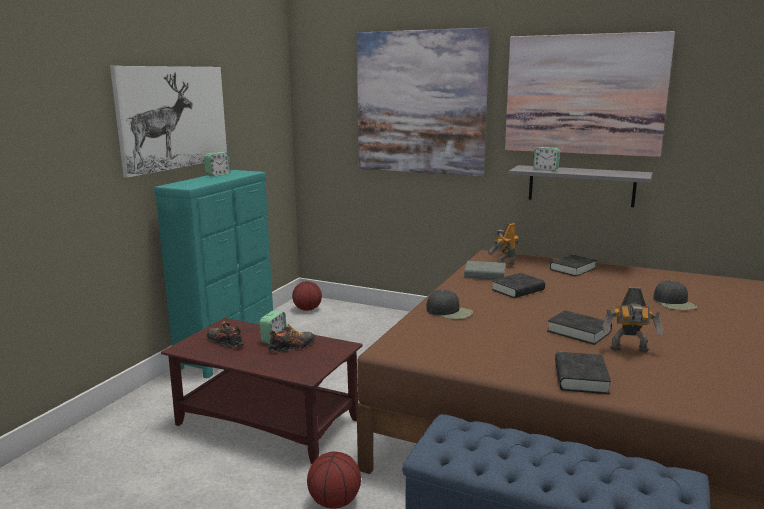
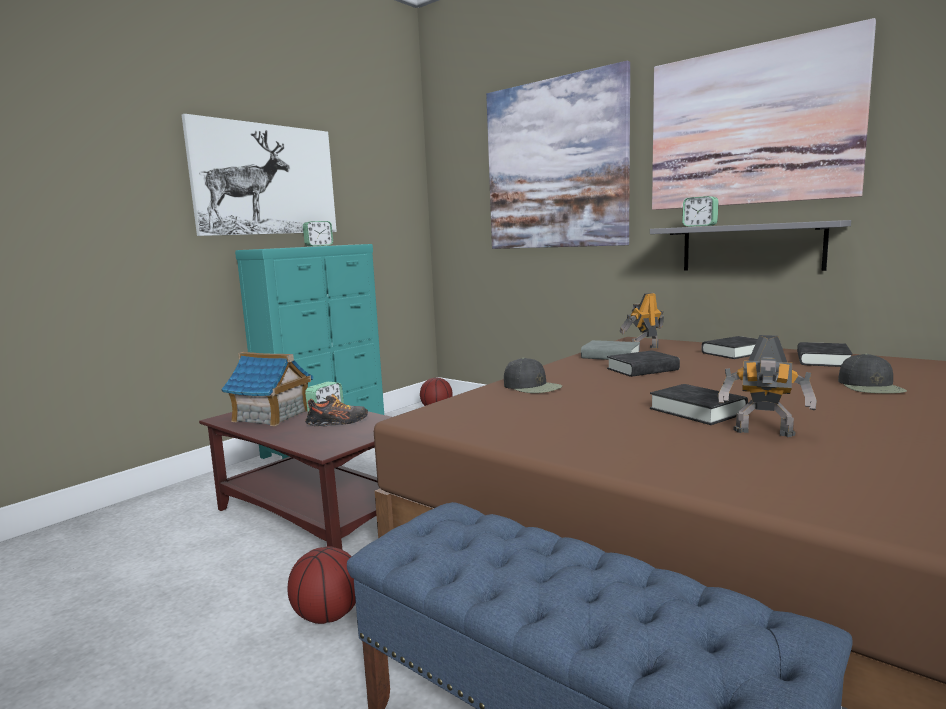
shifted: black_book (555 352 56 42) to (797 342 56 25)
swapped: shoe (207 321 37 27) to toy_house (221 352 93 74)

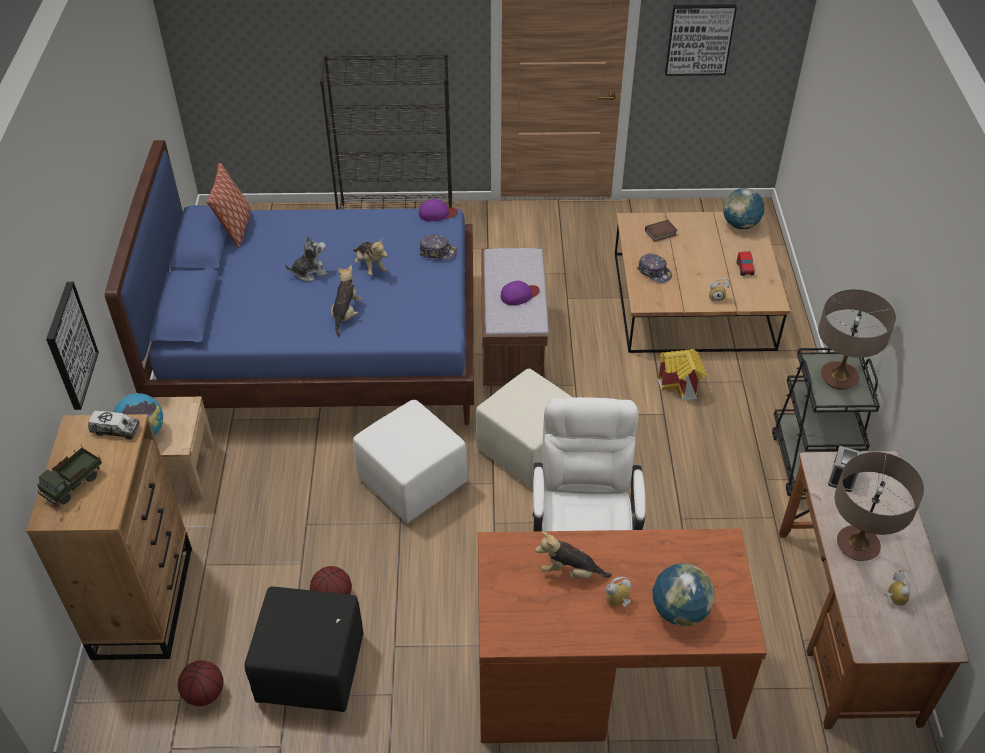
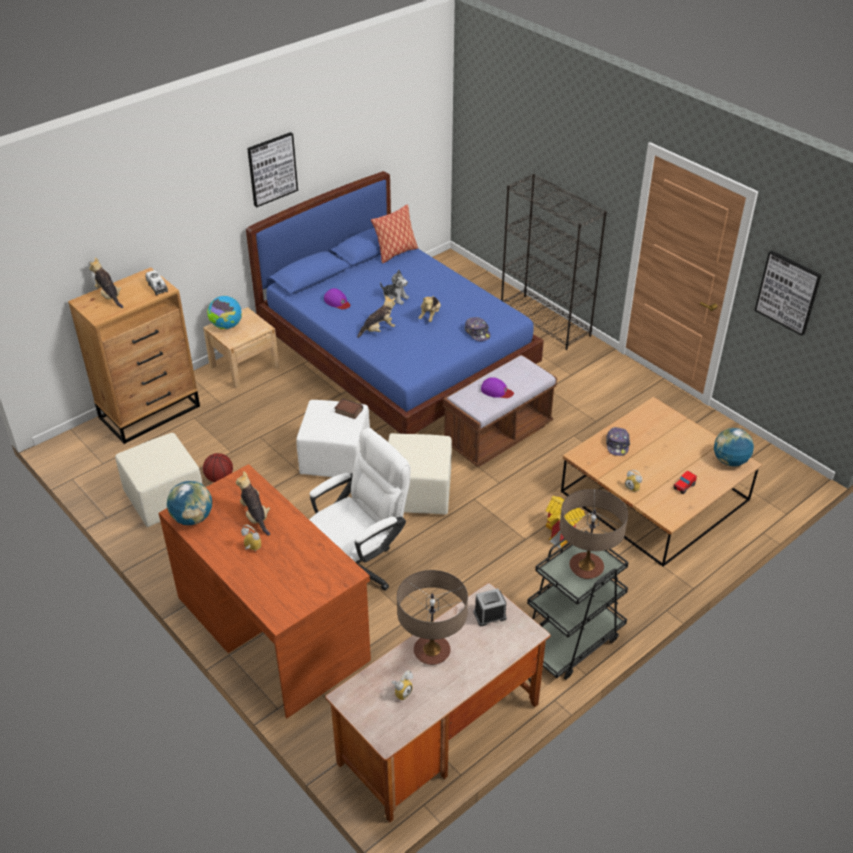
gone: basketball (178 660 45 46)
shifted: globe (652 563 63 63) to (167 481 45 44); picture (46 282 53 128) to (247 132 51 75); purple_cap (419 199 39 22) to (324 288 27 21); book (645 220 32 22) to (335 398 28 21)
swapped: toy_truck (37 445 65 59) to plush_toy (89 257 34 51)
repainted: black_ottoman (244 586 120 126) to beige_ottoman (115 433 88 94)

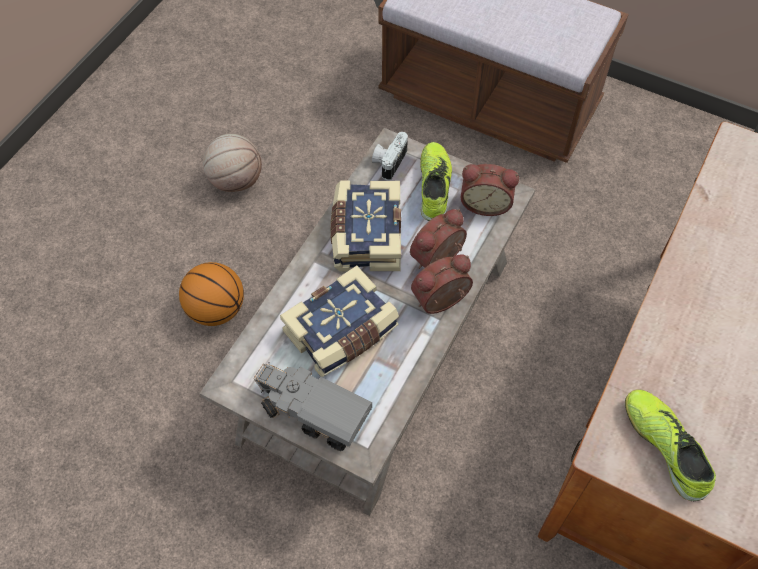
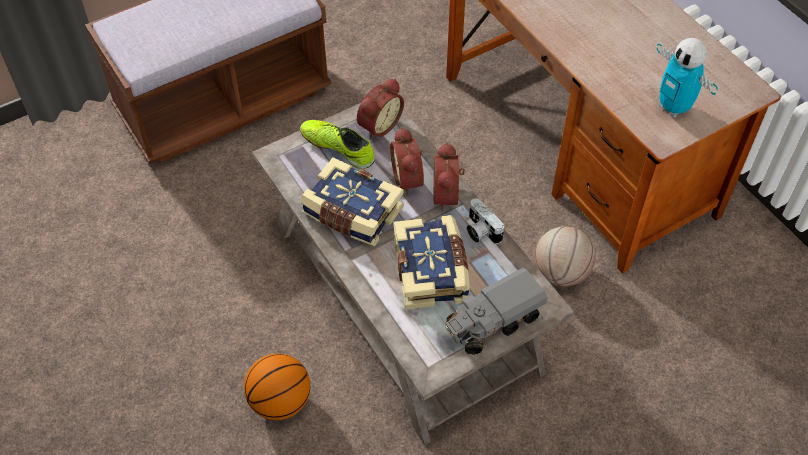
shifted: photo_camera (372 132 36 48) to (467 198 37 46); basketball (203 134 59 58) to (534 226 62 61)
swapped: shoe (625 389 91 112) to toy_robot (657 38 61 79)

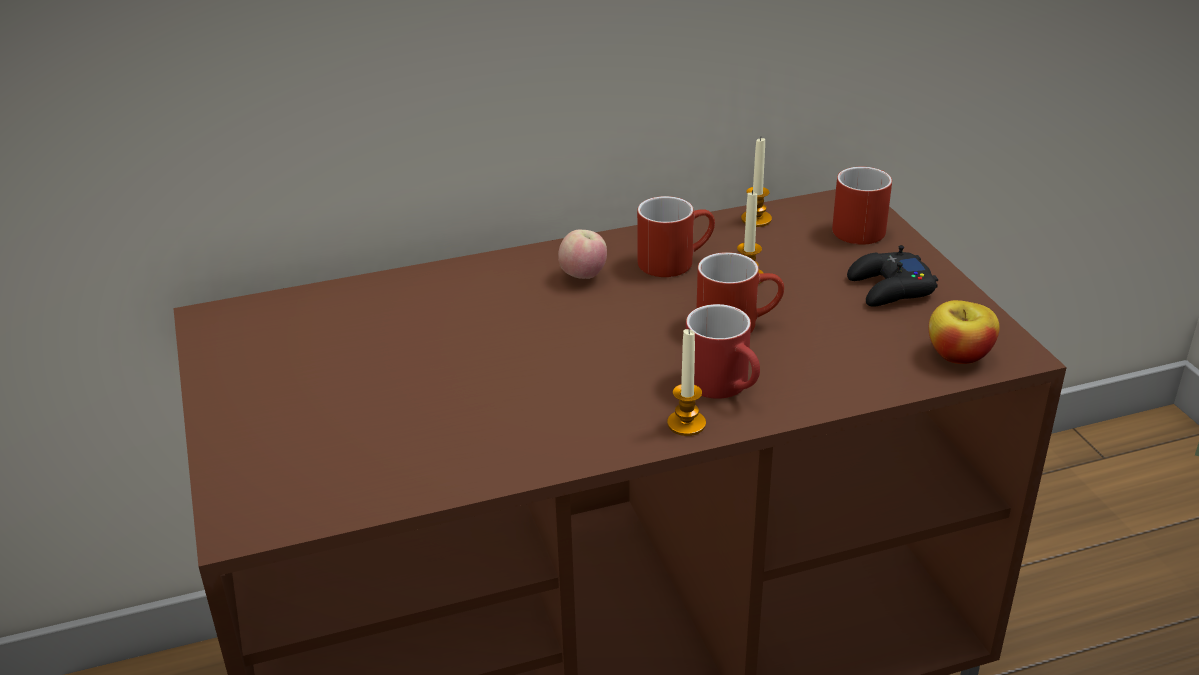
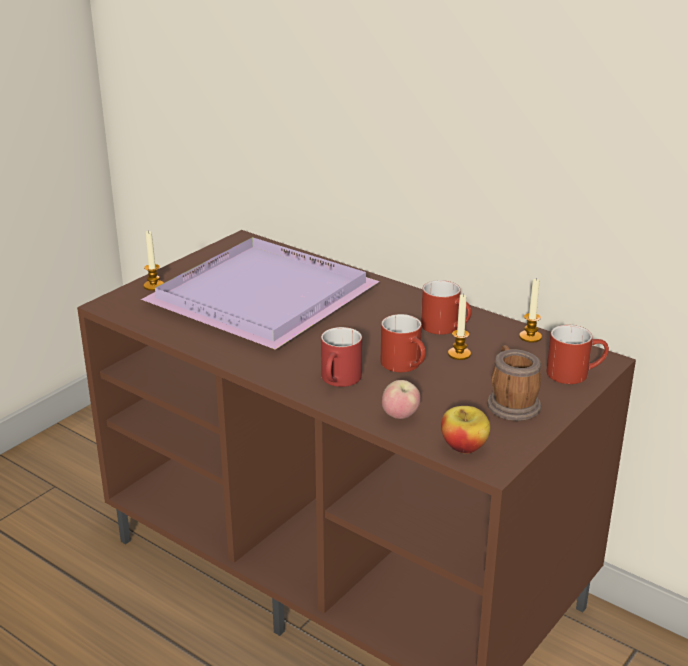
new: purple_tray (141 237 239 113)
shifted: candle (667 329 39 107) to (143 230 21 61); apple (558 230 49 49) to (382 380 39 39)
swapped: black_game_controller (847 245 91 62) to mug (487 345 54 76)

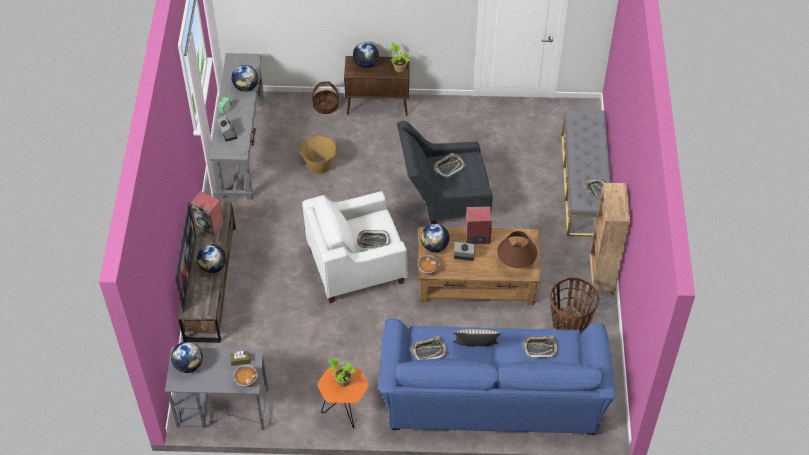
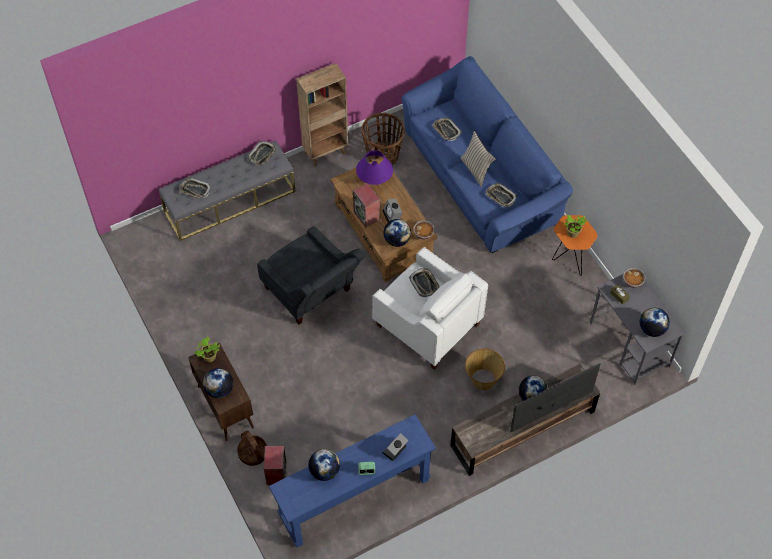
shifted: tray (434 153 32 25) to (179 178 32 21); speaker (190 191 34 44) to (264 446 23 39); basket (300 135 37 39) to (465 348 40 42)
repainted: grey_console_table (210 53 55 147) to blue_console_table (269 414 167 133); brown_table_lamp (497 231 40 37) to purple_table_lamp (356 150 37 35)

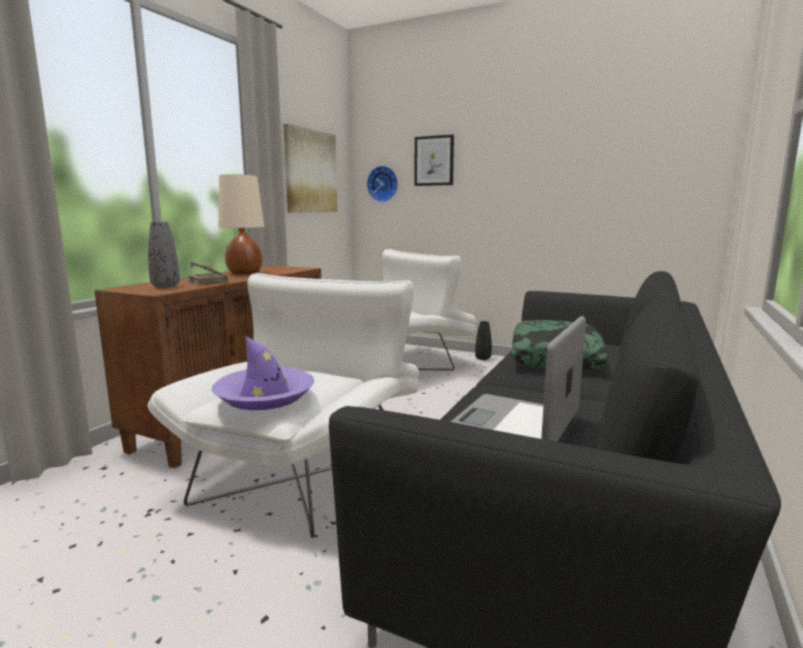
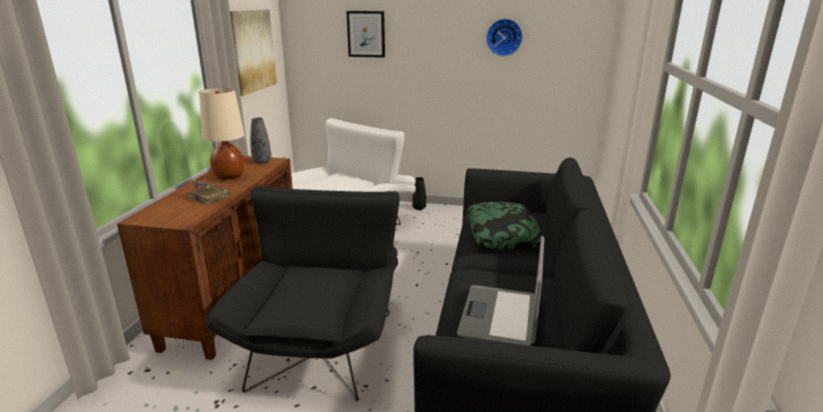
gone: purple_hat (212 336 103 74)
shifted: grey_vase (148 222 32 66) to (250 118 21 46); wall_clock (367 166 31 36) to (486 19 37 38)
repainted: white_armchair (147 273 272 265) to black_armchair (206 186 193 215)

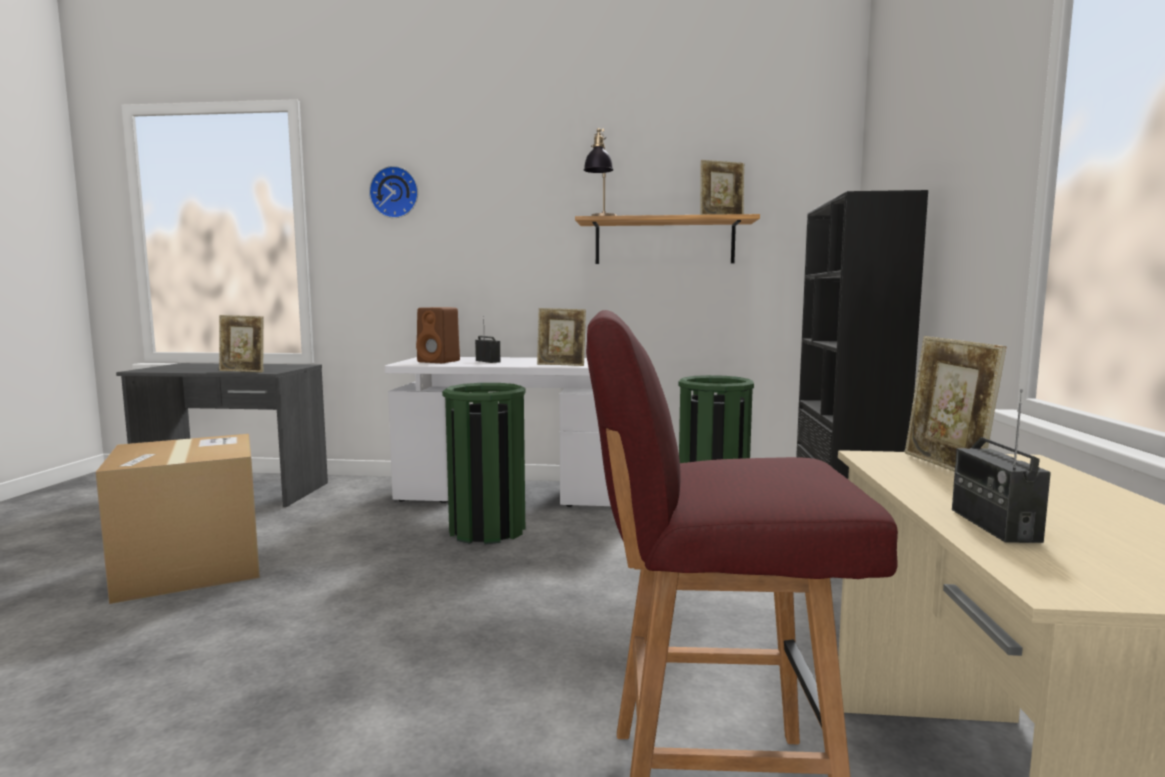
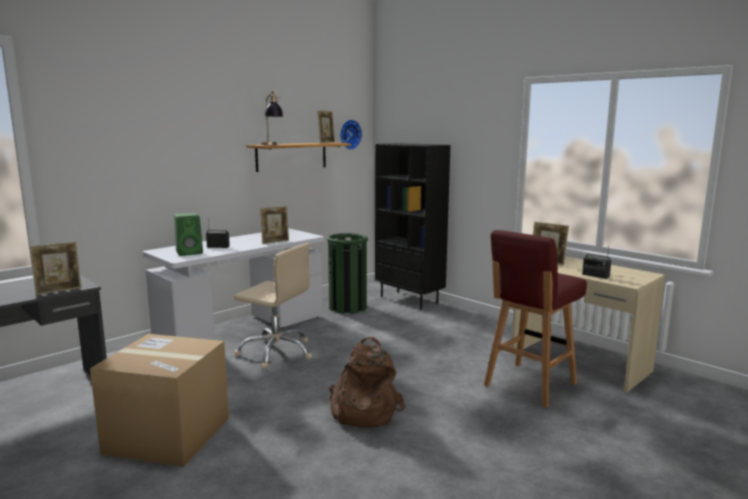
new: brown_backpack (329 337 76 91)
shifted: wall_clock (369 166 49 52) to (340 120 22 30)
swapped: green_trash_can (442 383 84 161) to beige_office_chair (234 243 78 126)
repainted: brown_speaker (416 307 44 56) to green_speaker (174 213 29 43)

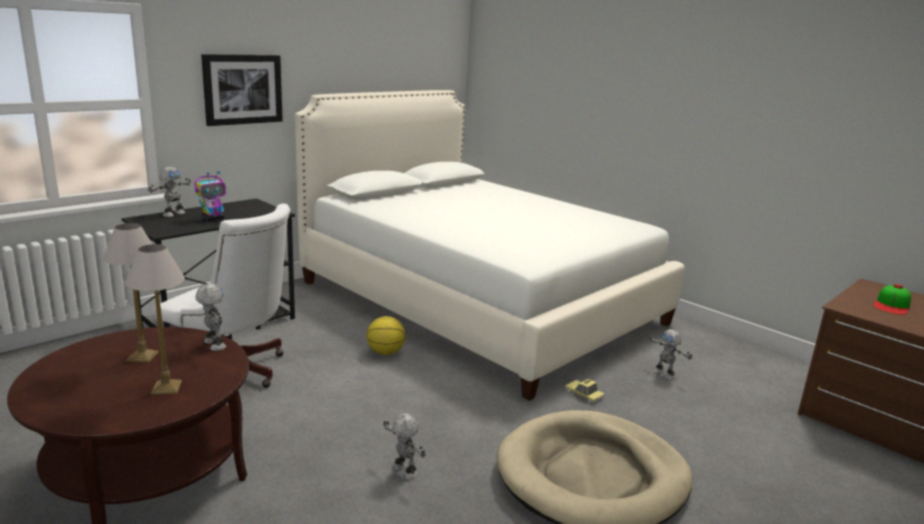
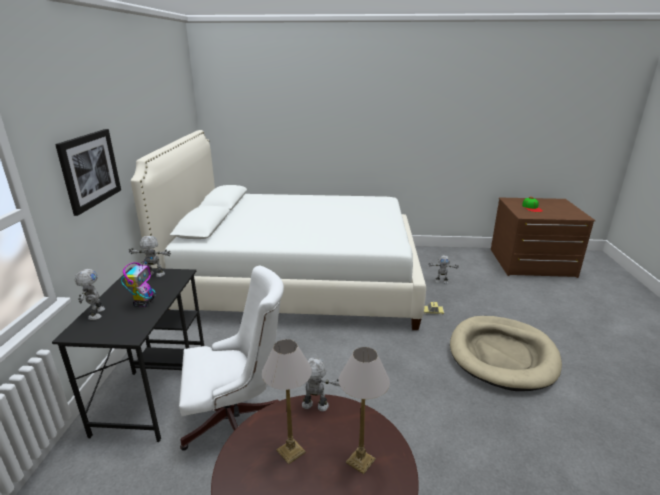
gone: basketball (367 316 38 39)
shifted: toy_robot (383 413 43 67) to (129 236 42 41)

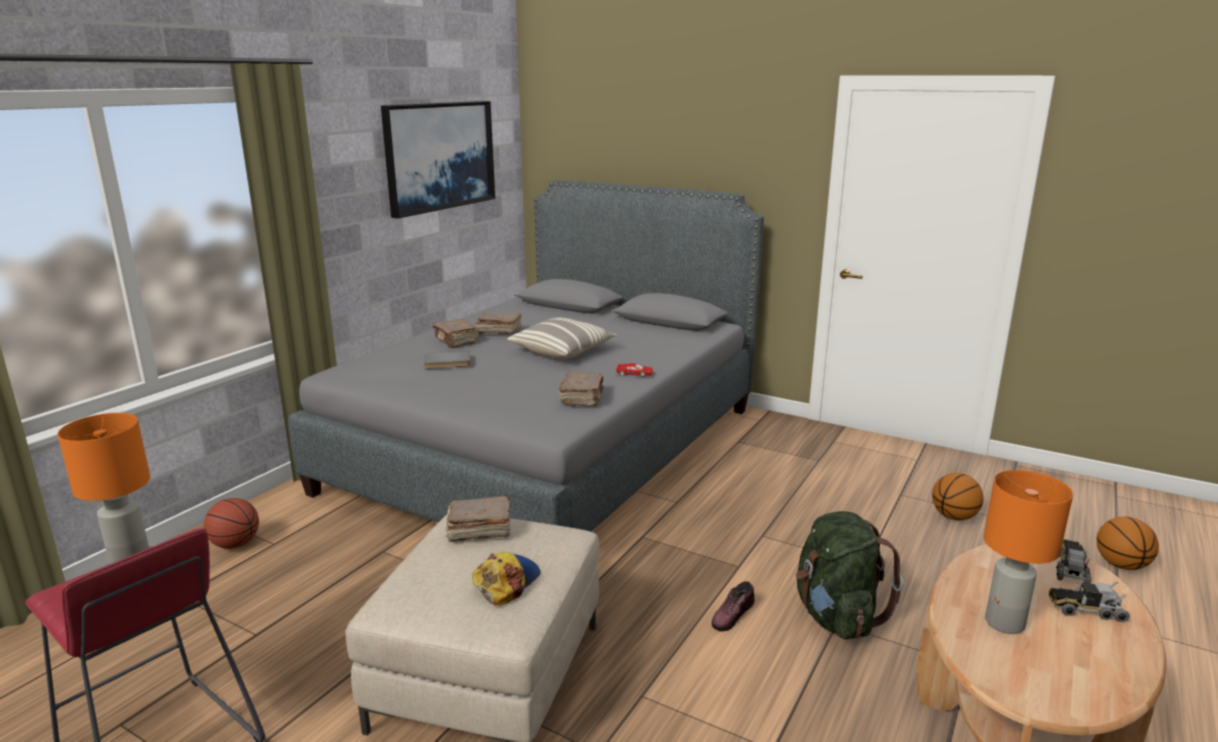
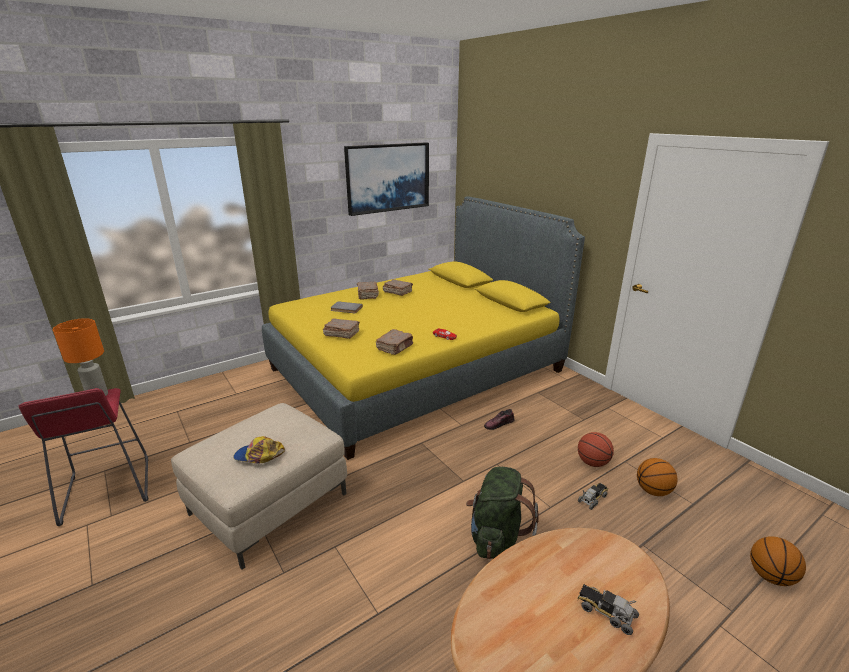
gone: pillow (507 318 109 41); orange_table_lamp (983 470 90 164)
shifted: brown_book (446 496 65 46) to (323 318 37 21); shoe (712 581 43 50) to (484 409 31 21); basketball (204 498 55 51) to (578 432 36 35); toy_truck (1056 539 36 45) to (578 483 30 27)
repainted: grey_bed (288 180 476 352) to yellow_bed (262 196 323 264)
rotated: cap (472 552 68 54) = (233 436 52 27) 135 degrees counterclockwise

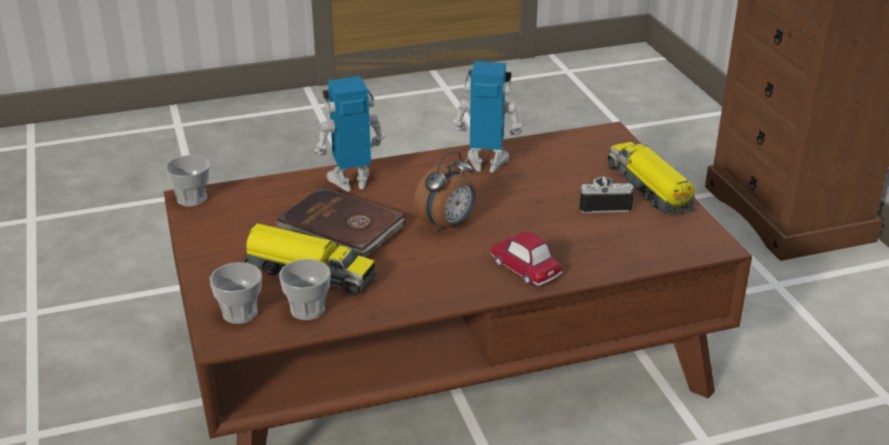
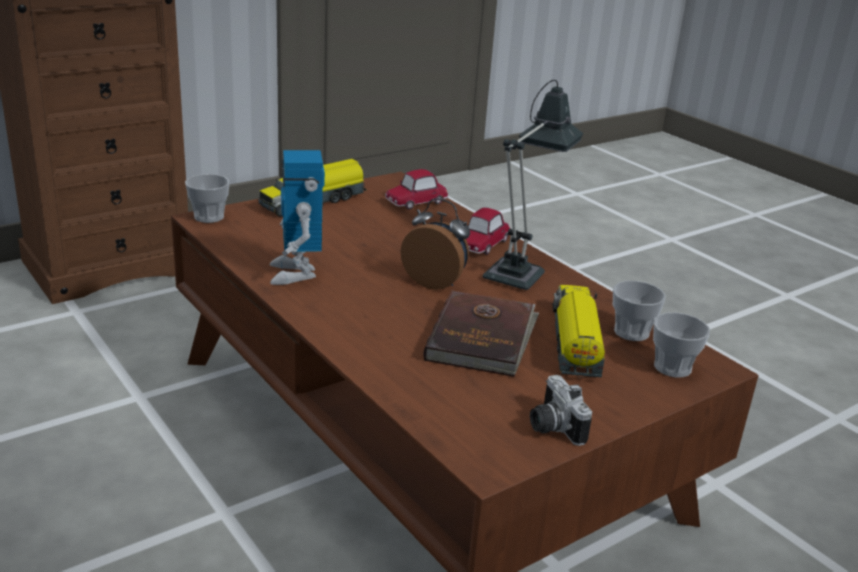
gone: toy_robot (314 76 71 116)
new: toy_car (385 169 63 41); table_lamp (483 80 100 210)
shifted: cup (165 155 45 52) to (185 174 45 49); photo_camera (579 176 55 37) to (530 375 63 71)

